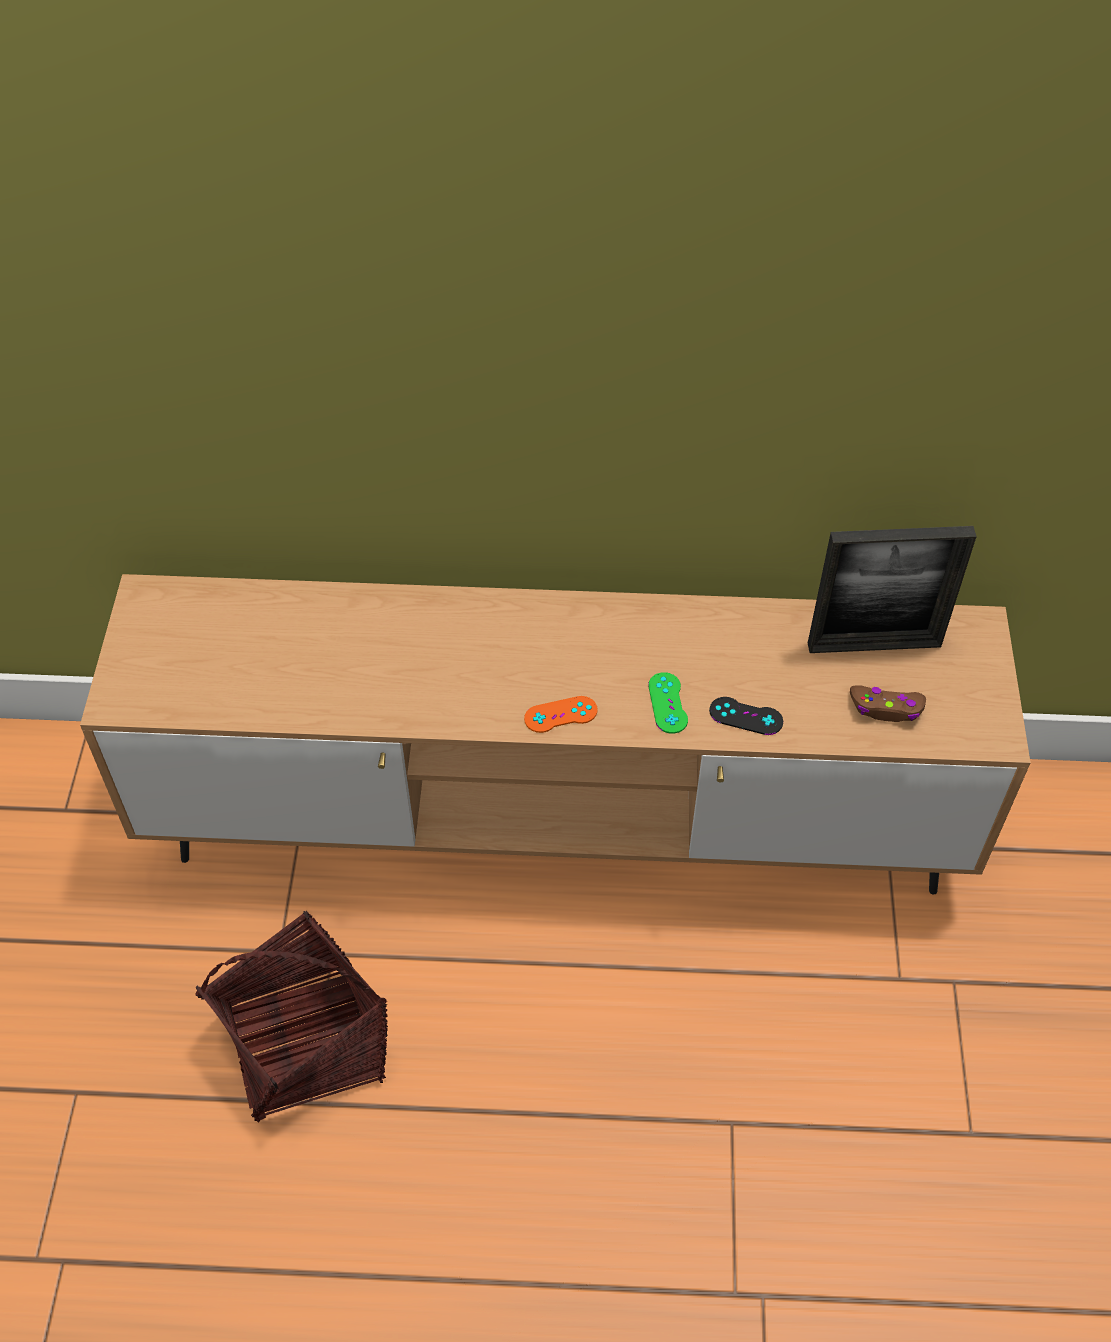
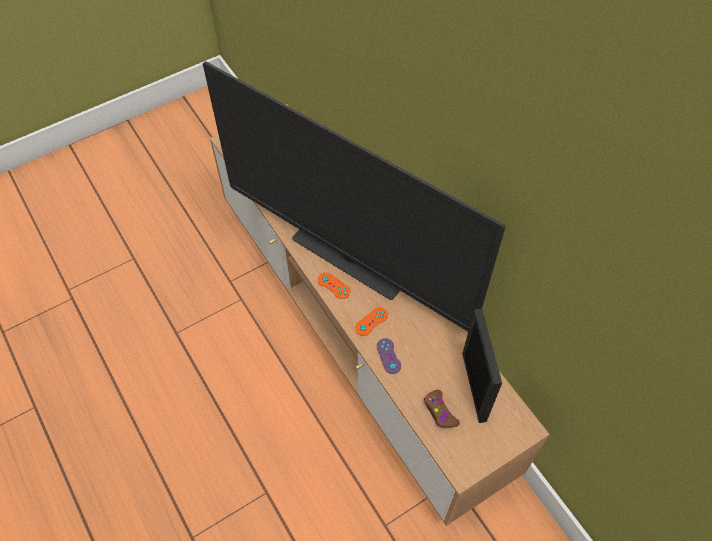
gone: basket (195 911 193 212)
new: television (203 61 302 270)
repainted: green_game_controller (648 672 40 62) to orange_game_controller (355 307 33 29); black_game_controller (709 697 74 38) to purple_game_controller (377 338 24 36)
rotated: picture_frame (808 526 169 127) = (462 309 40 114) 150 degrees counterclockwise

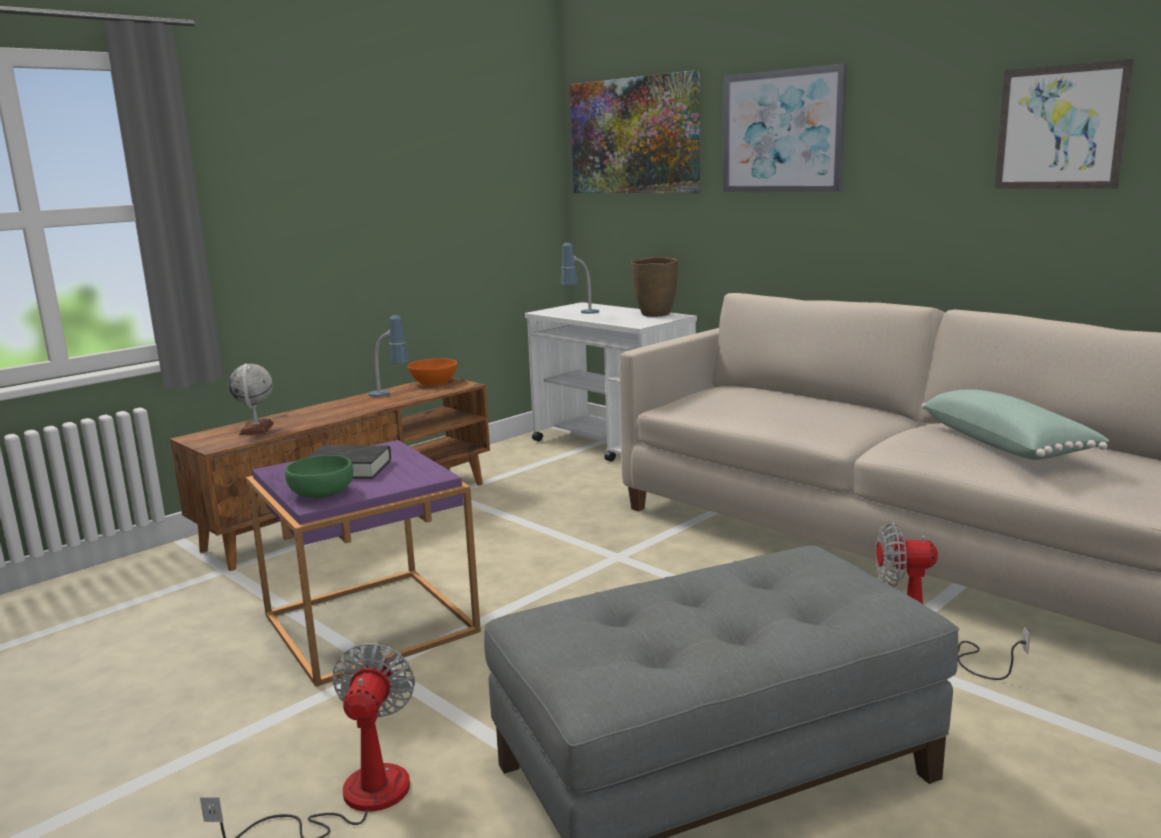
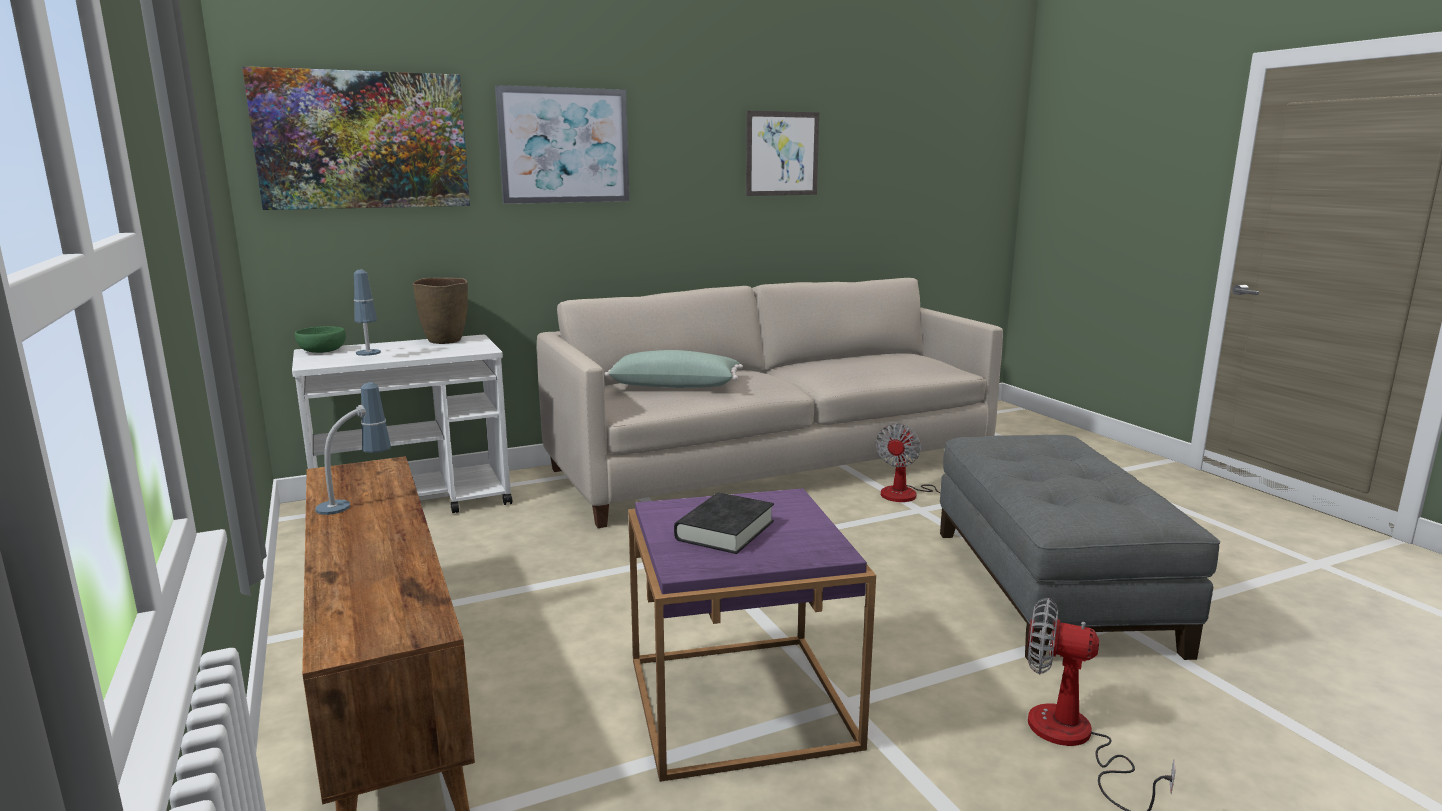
gone: globe (228 364 46 72); orange_bowl (408 358 49 28)
shifted: green_bowl (285 455 68 43) to (295 326 51 27); green_pillow (921 389 189 71) to (604 350 139 38)

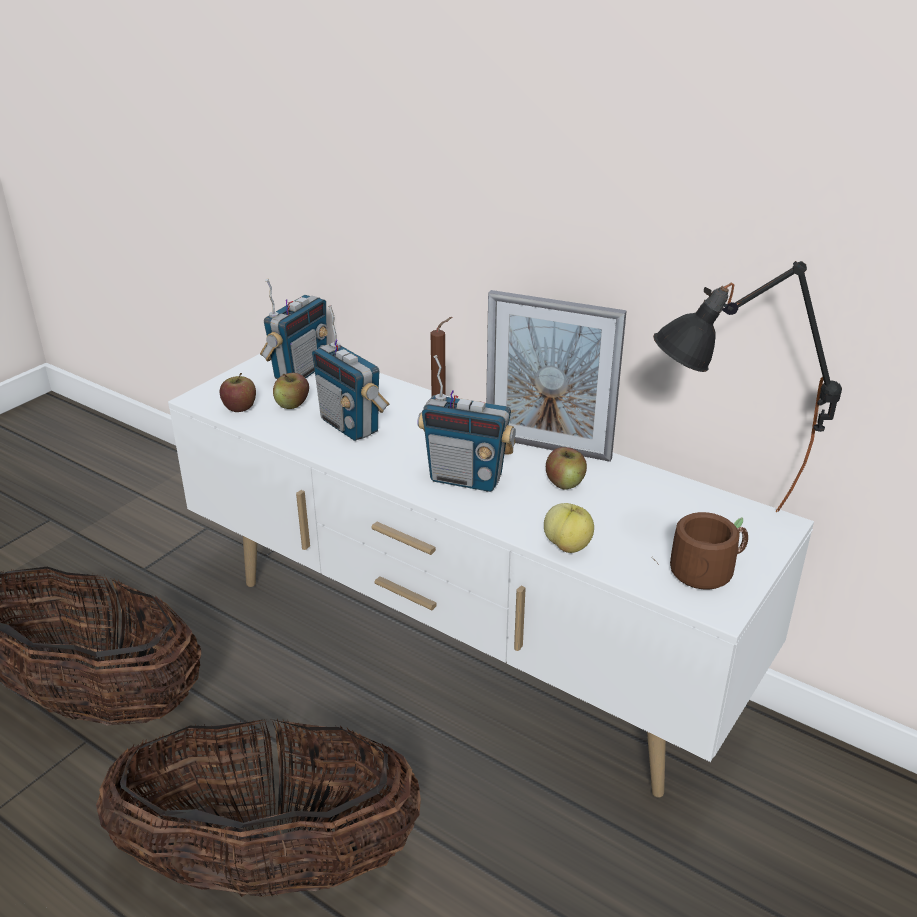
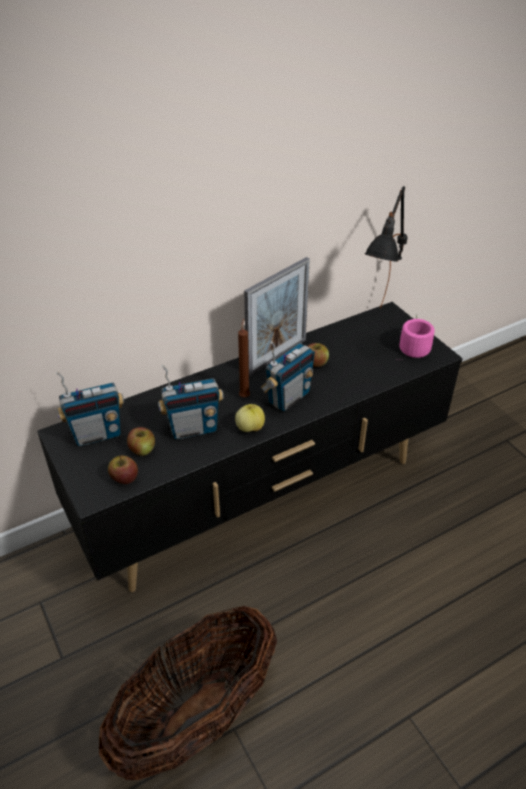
gone: basket (96 719 325 178)
shifted: apple (544 503 50 50) to (235 404 30 28)
repainted: white_tv_stand (168 354 646 444) to black_tv_stand (37 302 426 290); brown_mug (653 512 95 78) to pink_mug (397 315 38 45)
rotated: radio (260 278 68 101) = (56 372 69 74) 105 degrees clockwise

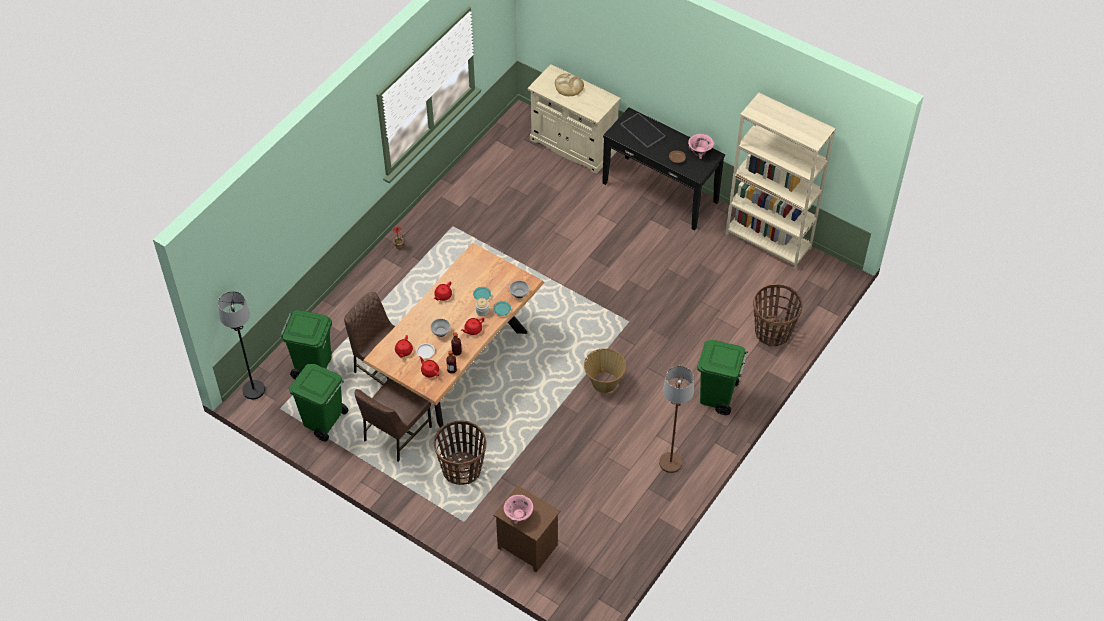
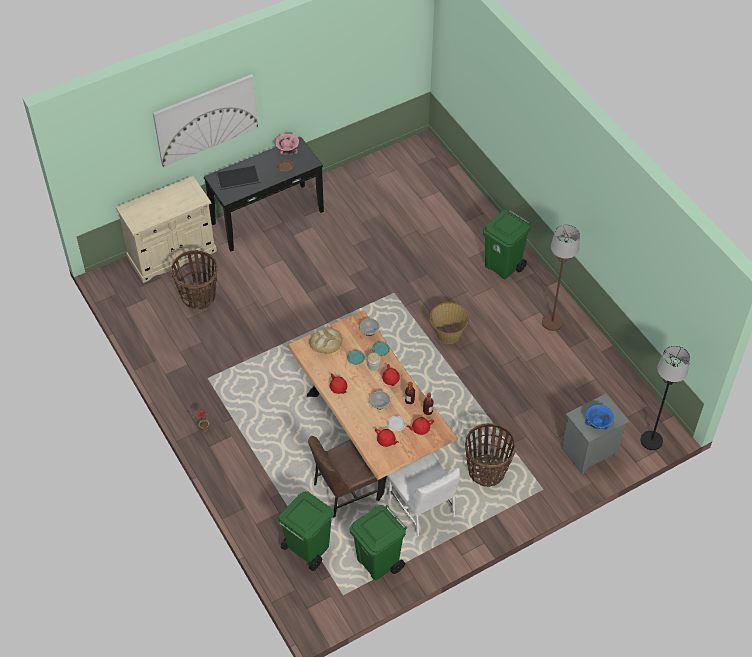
gone: beige_bookcase (725 93 111 176)
new: picture (153 74 105 93)
shifted: basket (753 284 50 63) to (171 250 47 60); bread (555 74 29 22) to (309 327 33 27); black_floor_lamp (218 291 47 108) to (641 346 49 104)
repainted: brown_chair (354 378 78 84) to white_chair (388 453 72 83); brown_nightstand (493 485 67 87) to grey_nightstand (562 394 67 80); pink_bowl (504 495 29 29) to blue_bowl (585 404 29 25)

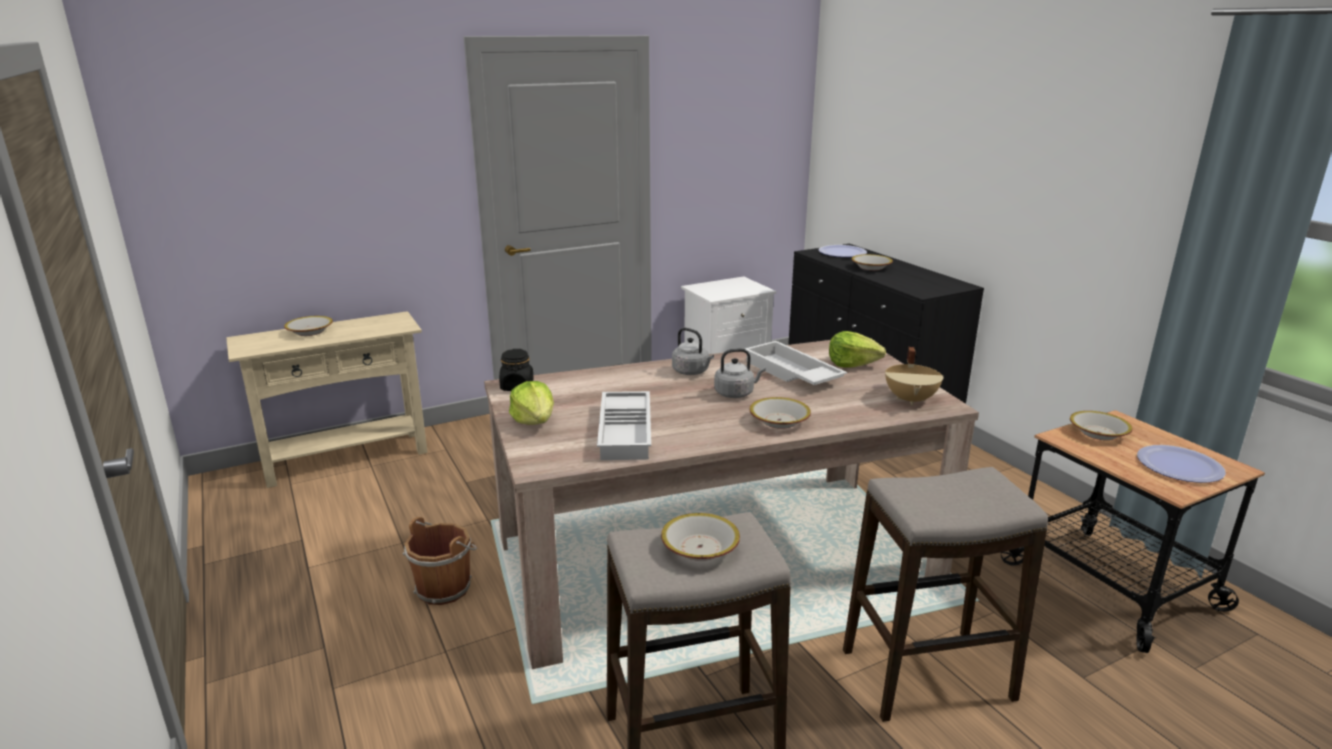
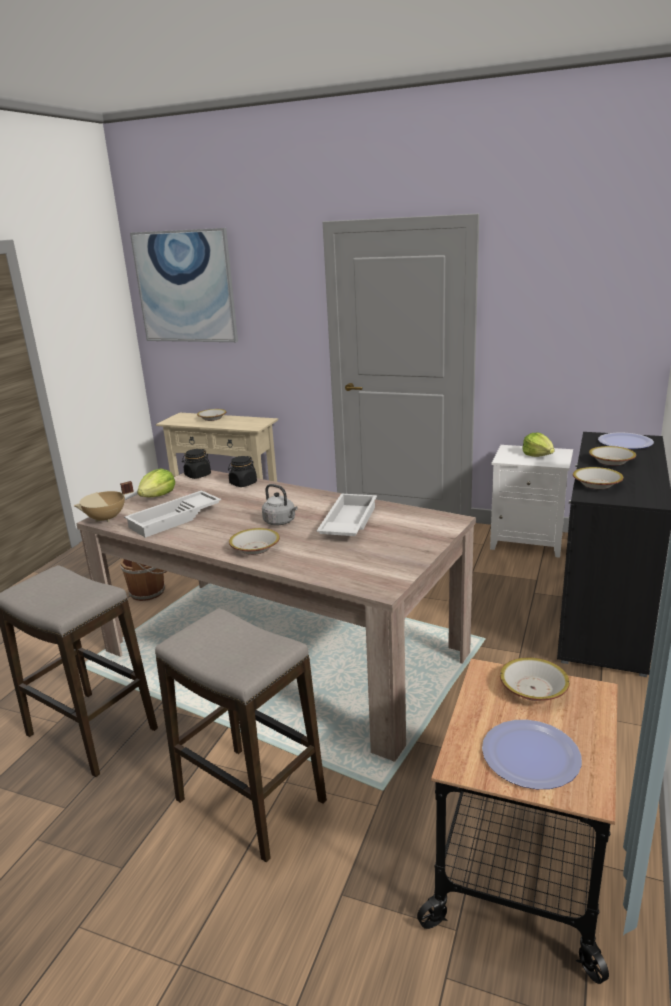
gone: grey_kettle (672 328 42 47)
new: picture (130 228 108 114); black_jar (228 456 29 31)
shifted: beige_cooking_pot (885 347 58 58) to (74 481 60 41); lettuce (829 331 57 36) to (522 433 33 24); bowl (661 513 79 48) to (573 467 50 22)

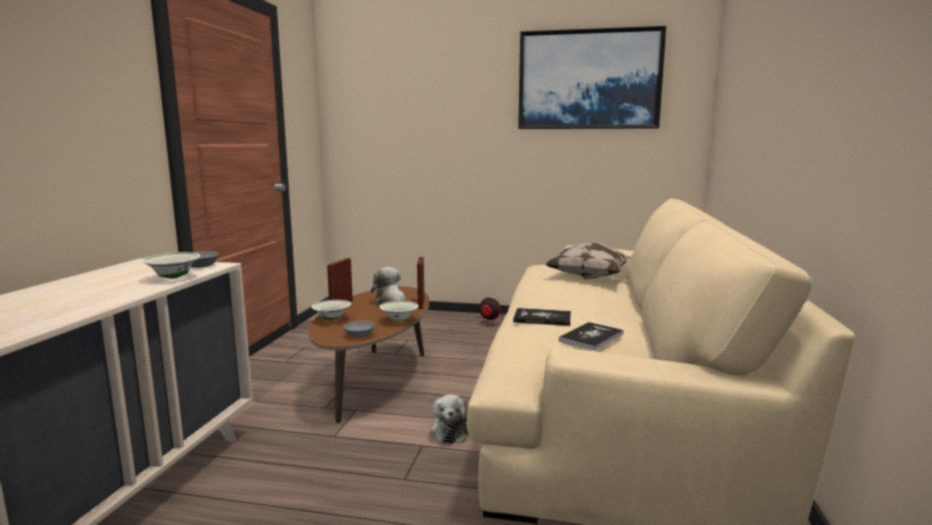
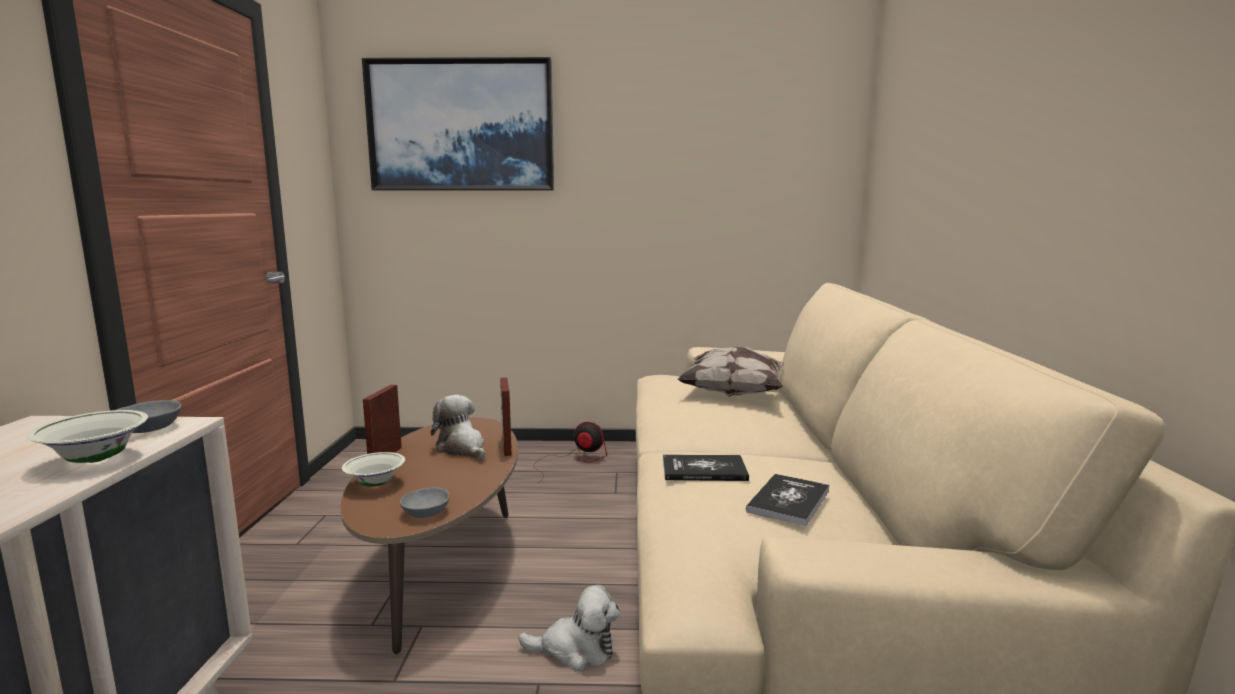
gone: white_bowl (379 301 40 20)
shifted: picture (518 26 148 103) to (362 57 192 134)
rotated: plush_toy (429 394 39 50) = (518 585 102 86) 75 degrees counterclockwise

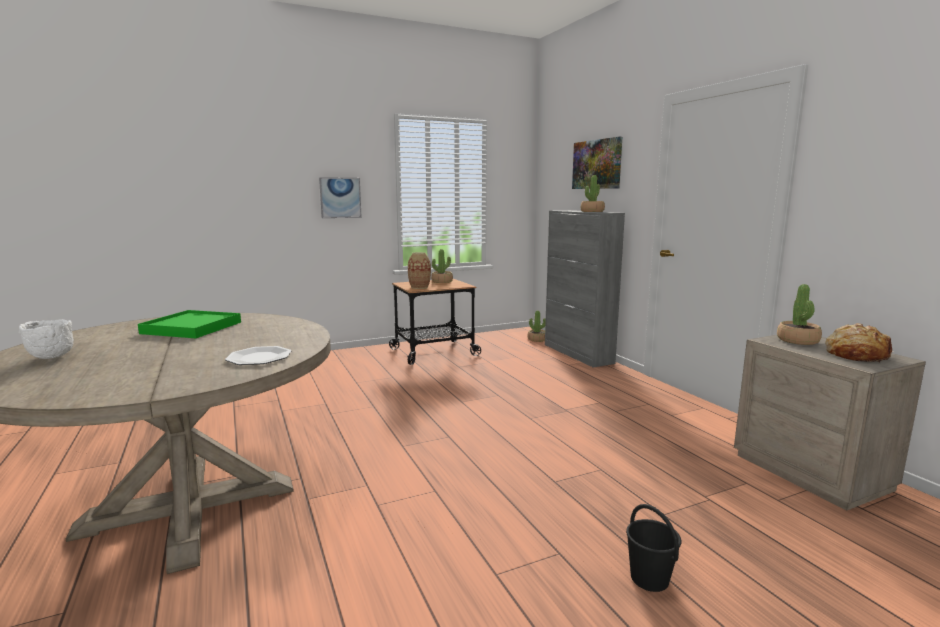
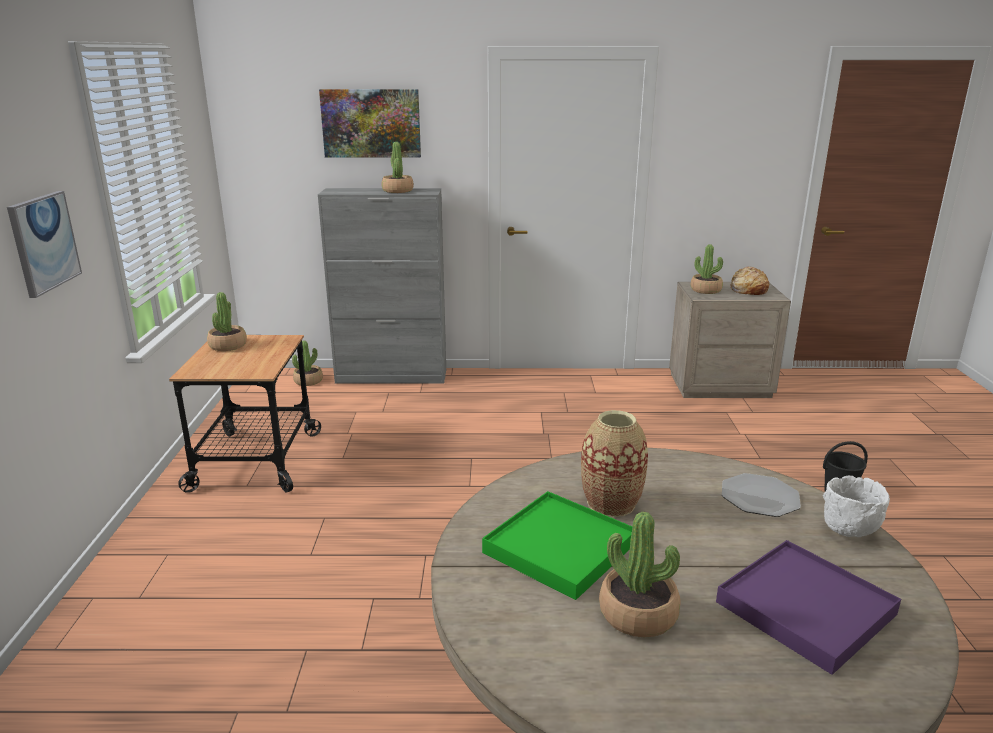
new: potted_plant (599 512 81 125); purple_tray (716 540 185 135)
shifted: vase (408 252 23 37) to (581 410 67 107); white_bowl (18 319 56 40) to (823 476 67 61)

